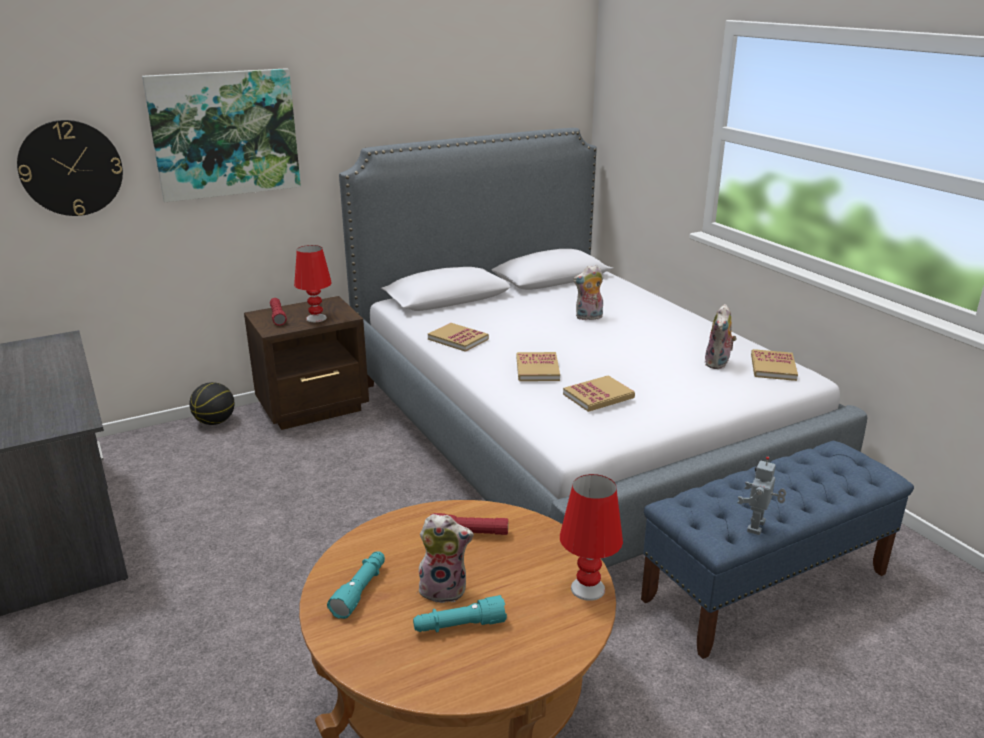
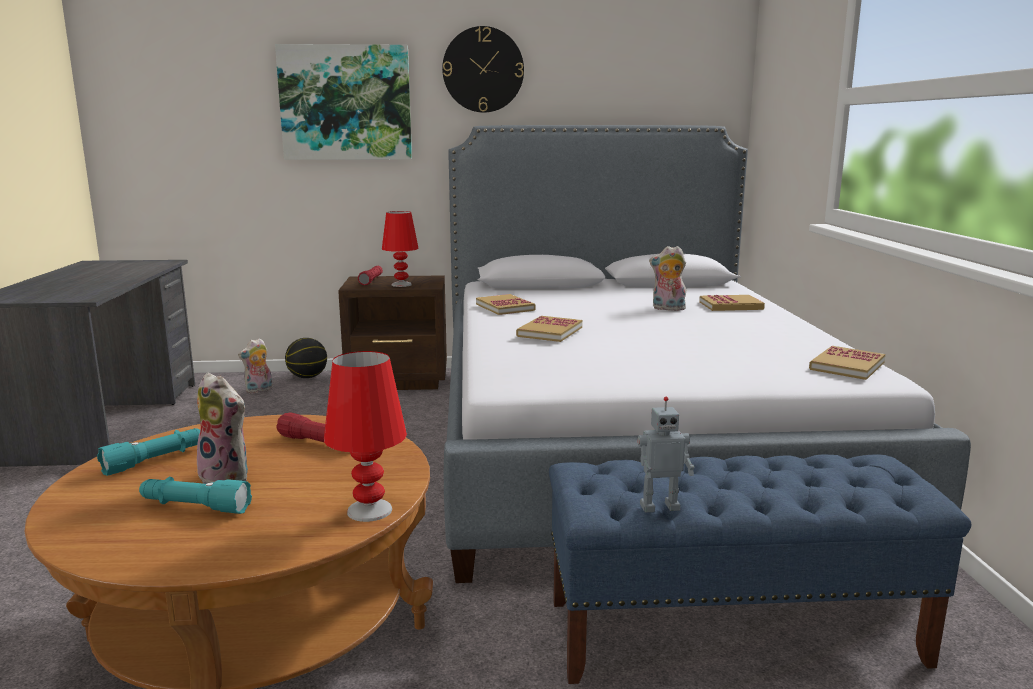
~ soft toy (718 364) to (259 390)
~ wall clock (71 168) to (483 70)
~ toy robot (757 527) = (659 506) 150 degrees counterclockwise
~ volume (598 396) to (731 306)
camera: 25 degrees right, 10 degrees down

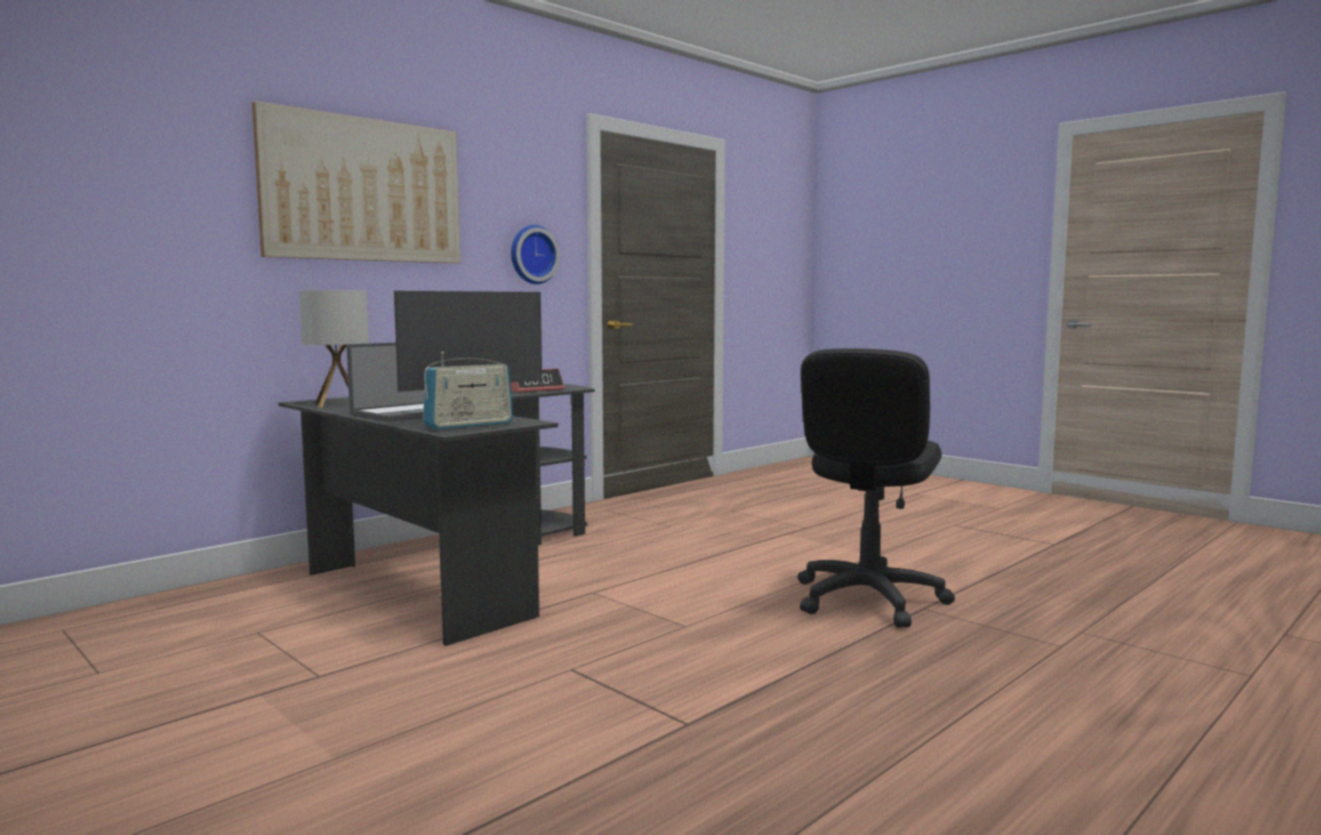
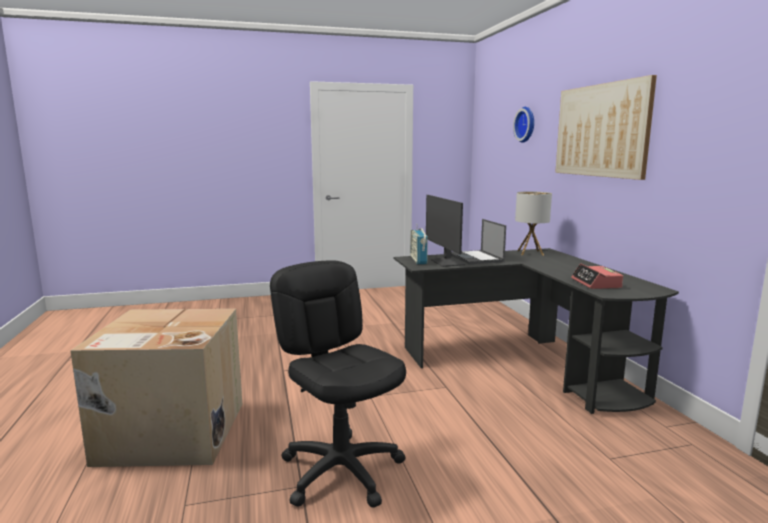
+ carton (170 433)
~ wall clock (532 254) to (526 124)
camera: 120 degrees right, 5 degrees up

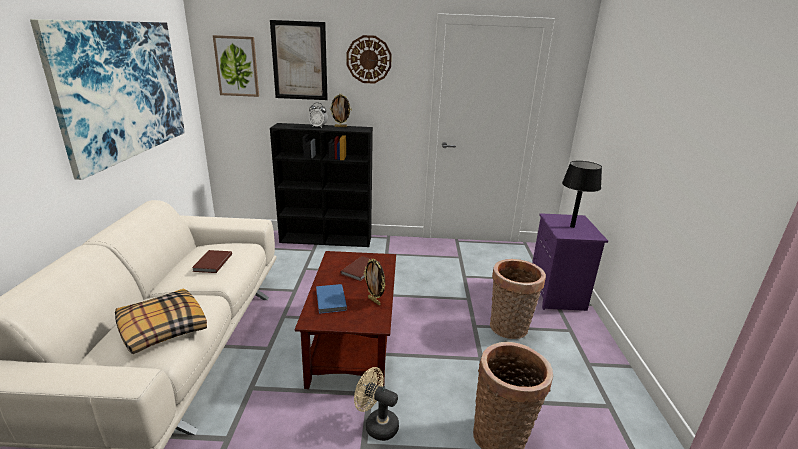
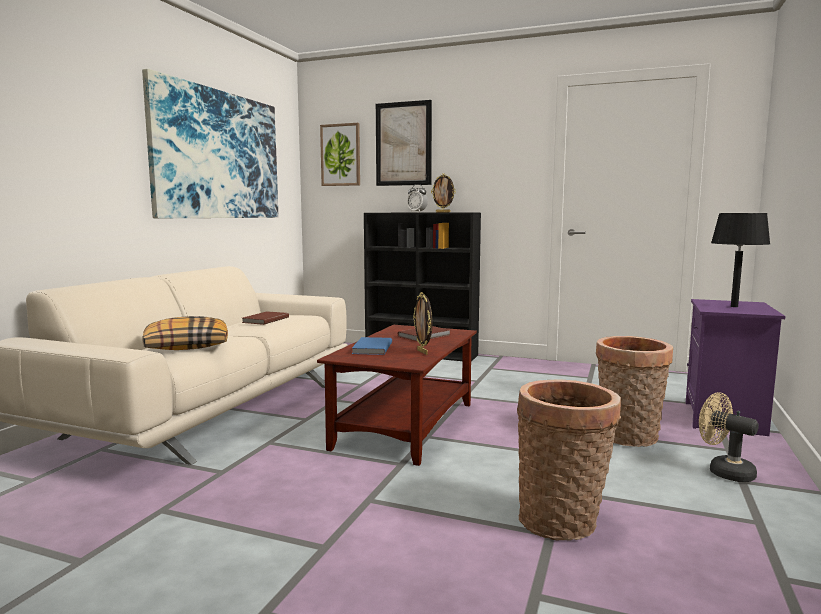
~ electric fan in beige-coloured (376 424) to (724 471)
- wall clock (369 59)
camera: 20 degrees right, 15 degrees down

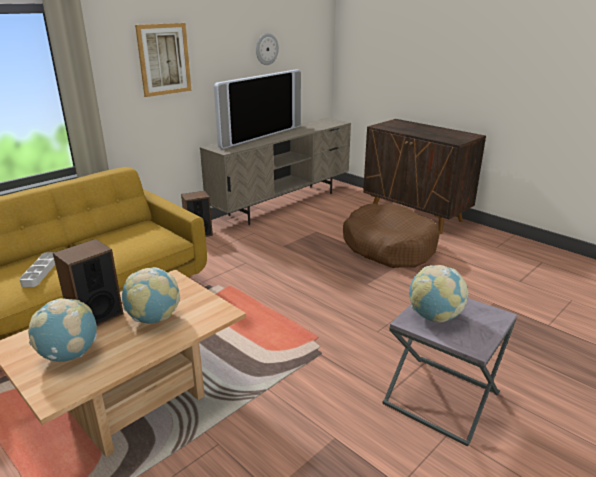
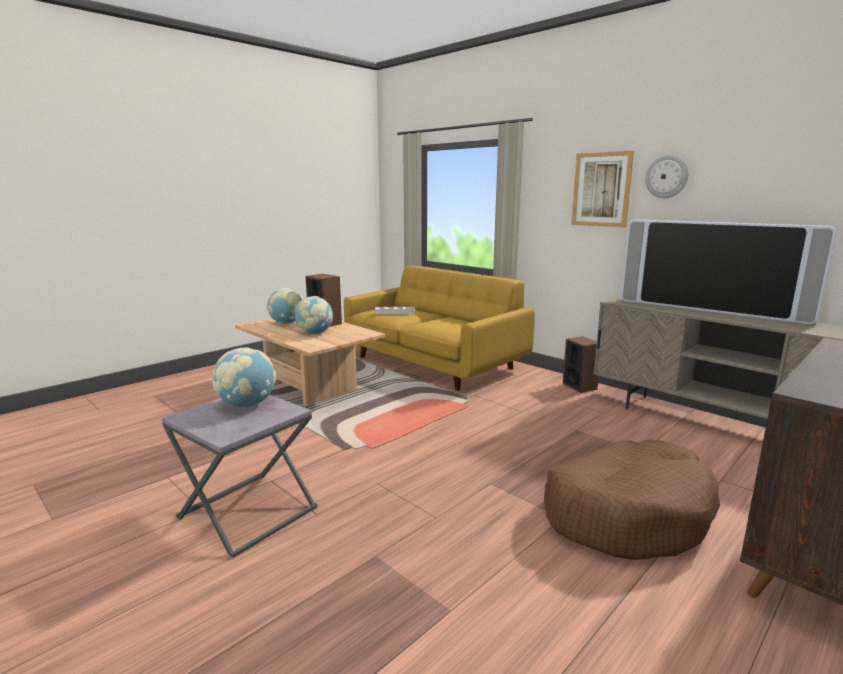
~ wall clock (266 49) to (666 176)
camera: 90 degrees right, 10 degrees down

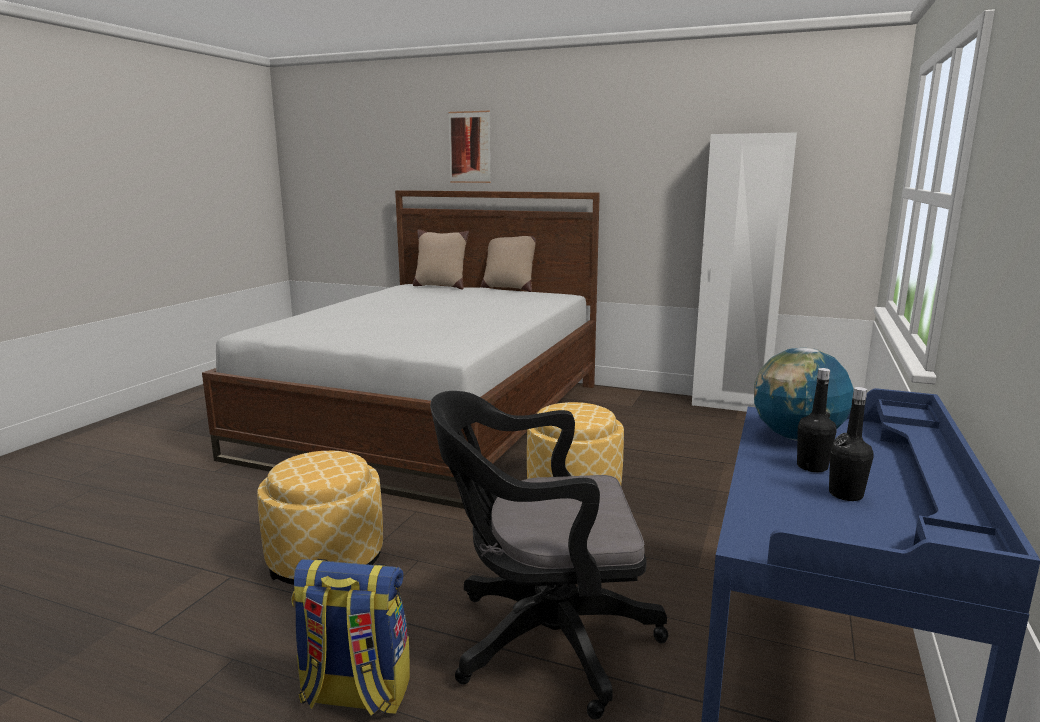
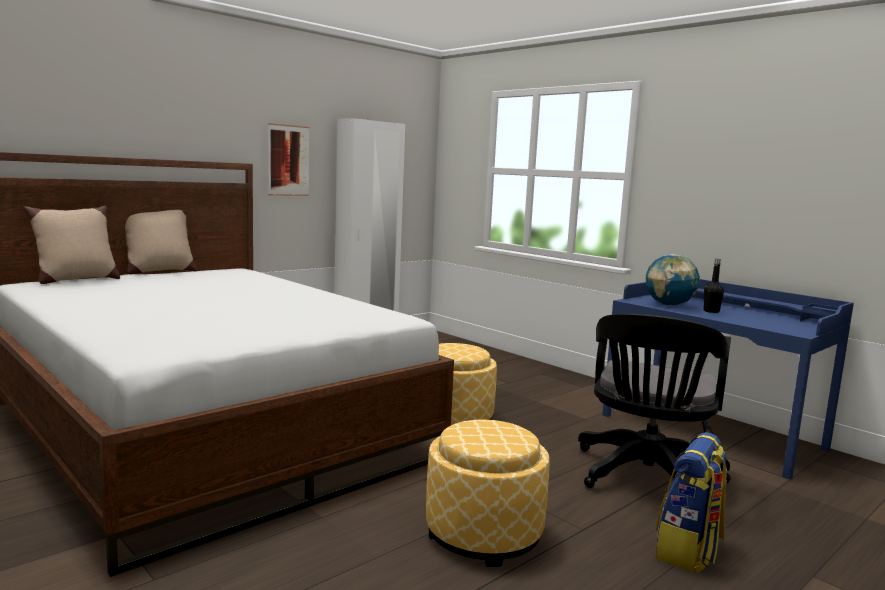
~ wall art (469 147) to (288 160)
- drink bottle in black (845 494)
camera: 65 degrees left, 5 degrees down

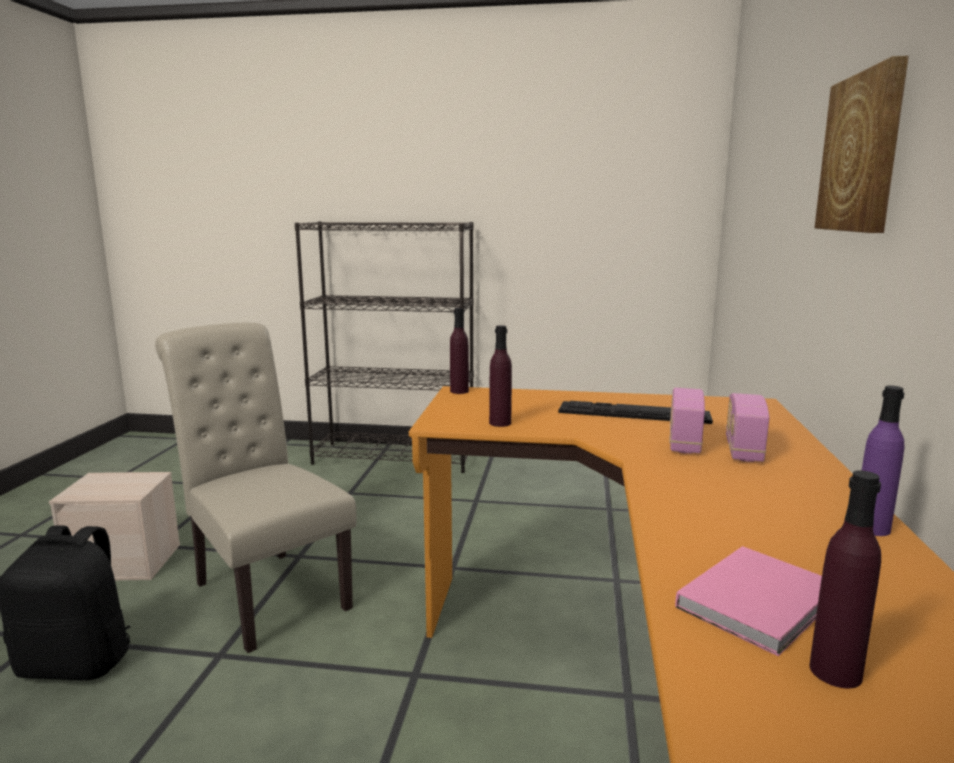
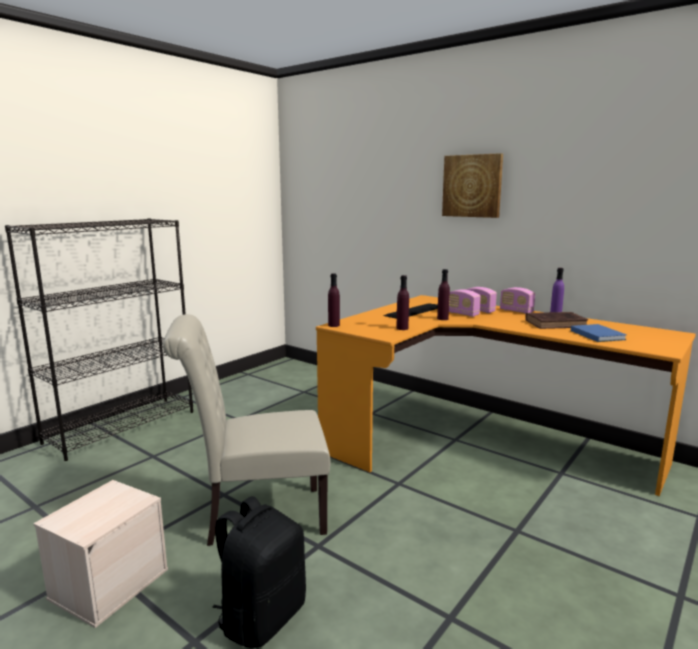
~ drink bottle in purplish (835 672) to (442 319)
+ radio receiver (516 311)
+ volume in brown-coloured (557 324)
~ volume in pink (761 602) to volume in bluish (597 335)
camera: 60 degrees left, 0 degrees up

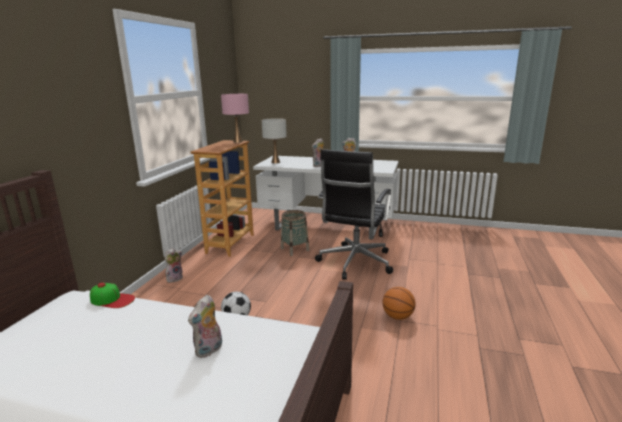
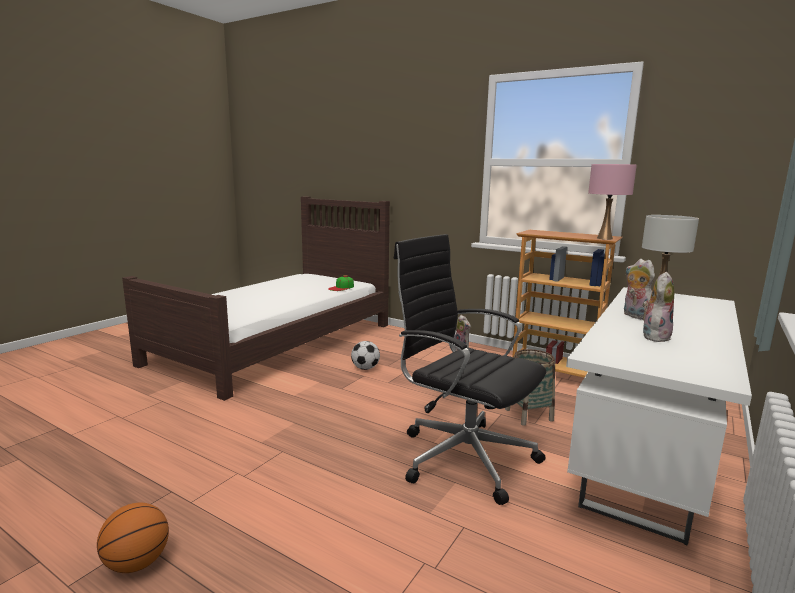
~ basketball ball (398 316) to (137 563)
- soft toy (209 350)
camera: 105 degrees right, 5 degrees down

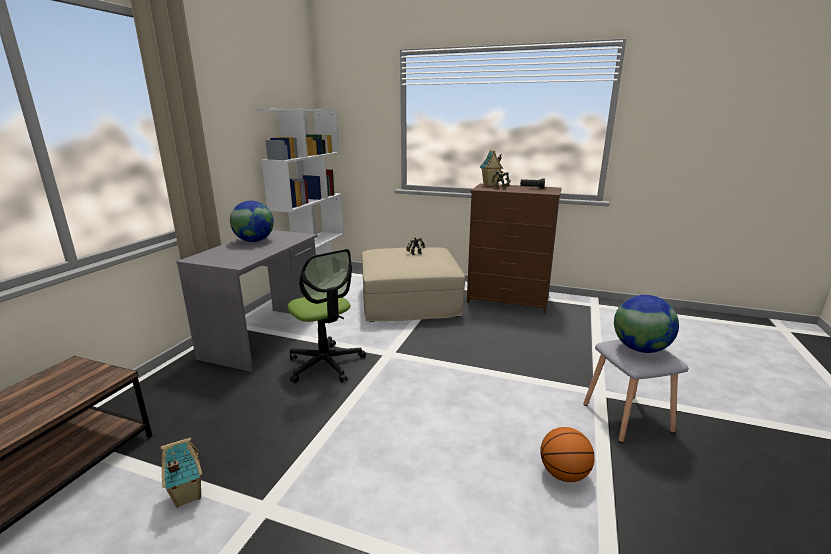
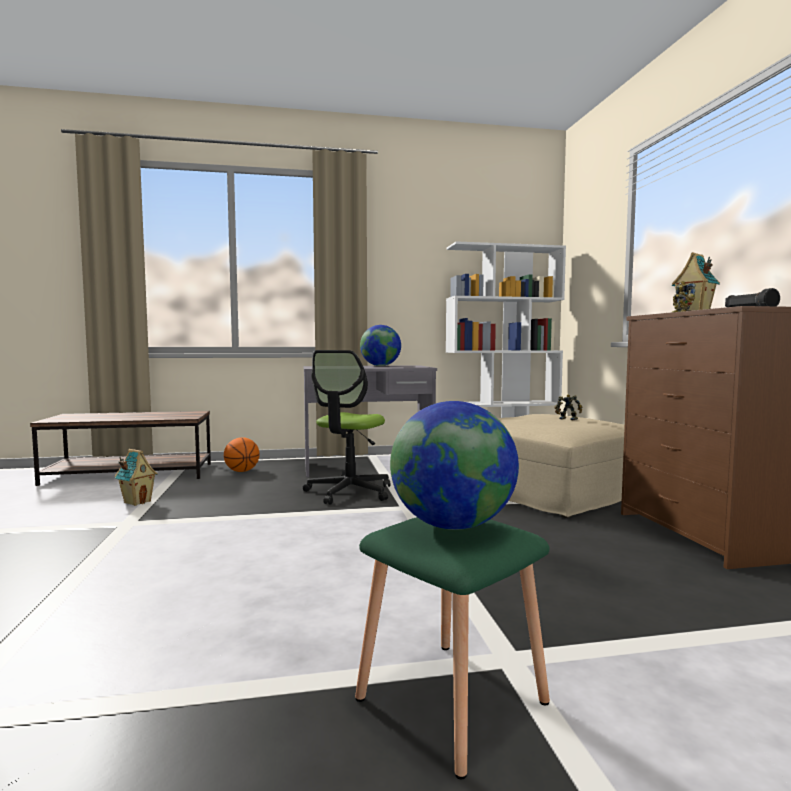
~ basketball ball (564 474) to (242 471)
~ stool seat in grey (627 417) to stool seat in green (455 701)
camera: 60 degrees right, 15 degrees down

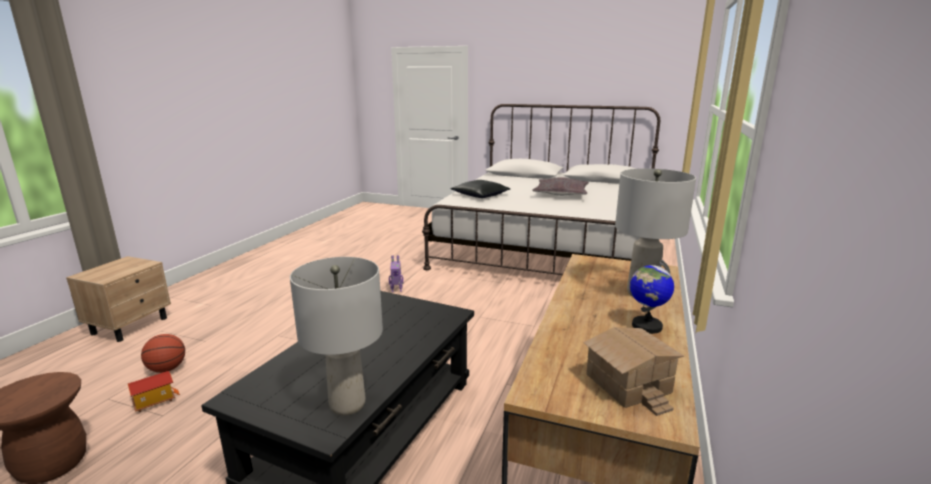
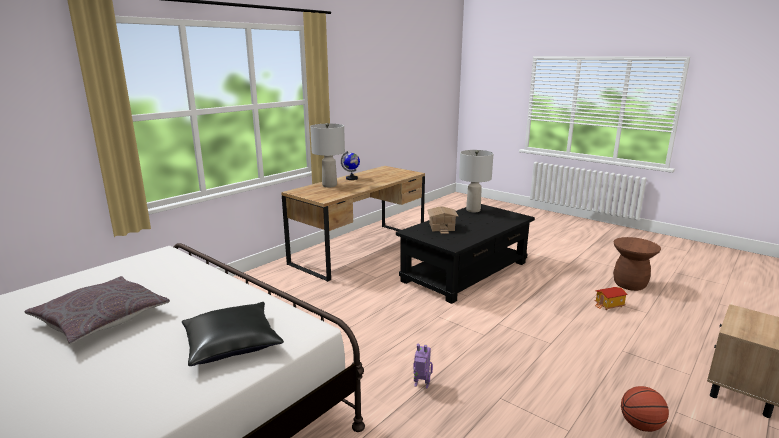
~ miniature house (629 383) to (441 227)
~ basketball ball (167 369) to (640 425)
camera: 160 degrees left, 0 degrees up

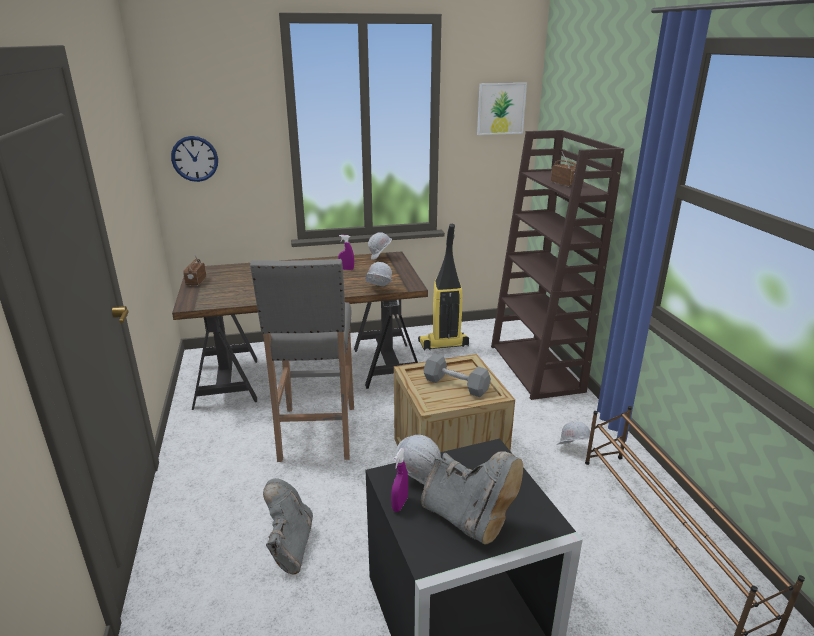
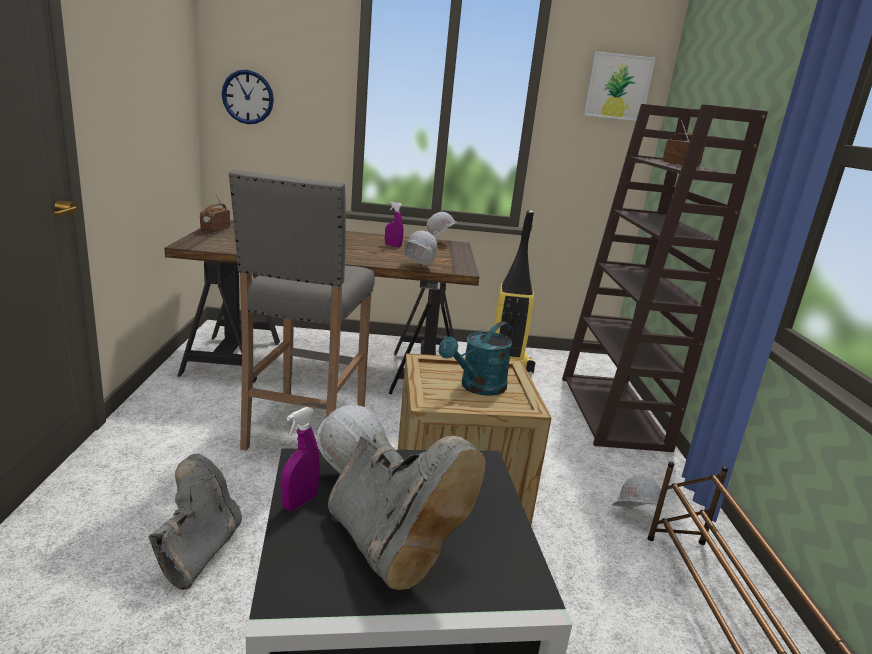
~ dumbbell in grey (456 385) to sprinkling can in turquoise (477 388)
camera: 10 degrees right, 5 degrees down

